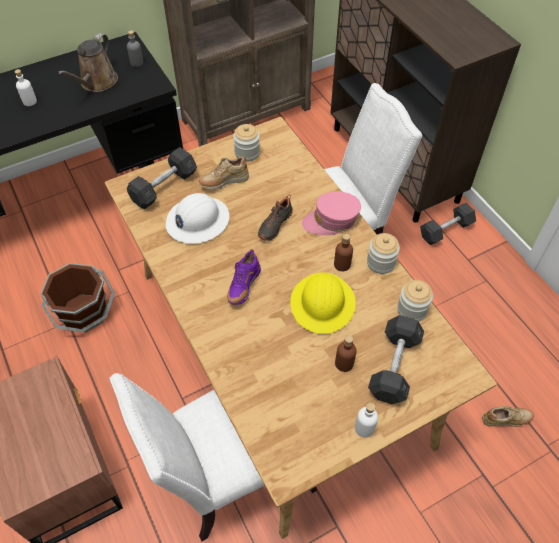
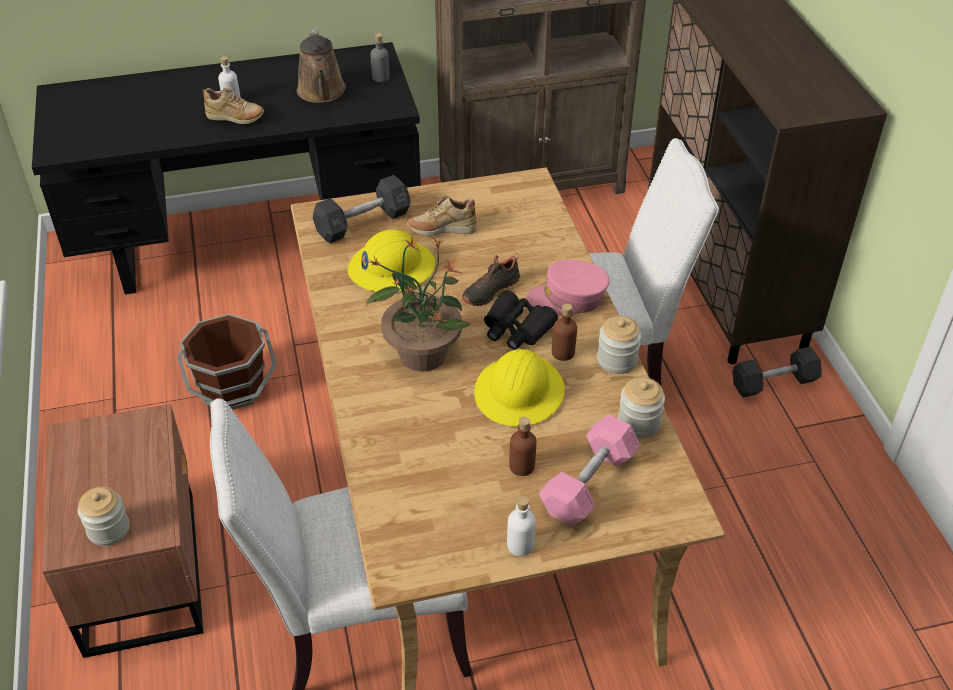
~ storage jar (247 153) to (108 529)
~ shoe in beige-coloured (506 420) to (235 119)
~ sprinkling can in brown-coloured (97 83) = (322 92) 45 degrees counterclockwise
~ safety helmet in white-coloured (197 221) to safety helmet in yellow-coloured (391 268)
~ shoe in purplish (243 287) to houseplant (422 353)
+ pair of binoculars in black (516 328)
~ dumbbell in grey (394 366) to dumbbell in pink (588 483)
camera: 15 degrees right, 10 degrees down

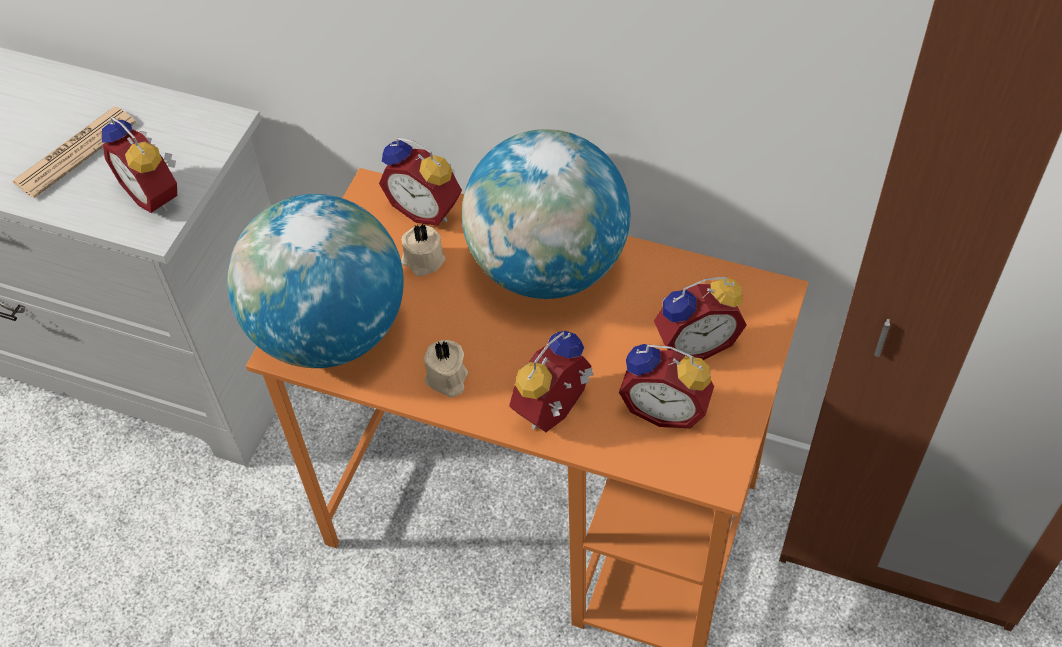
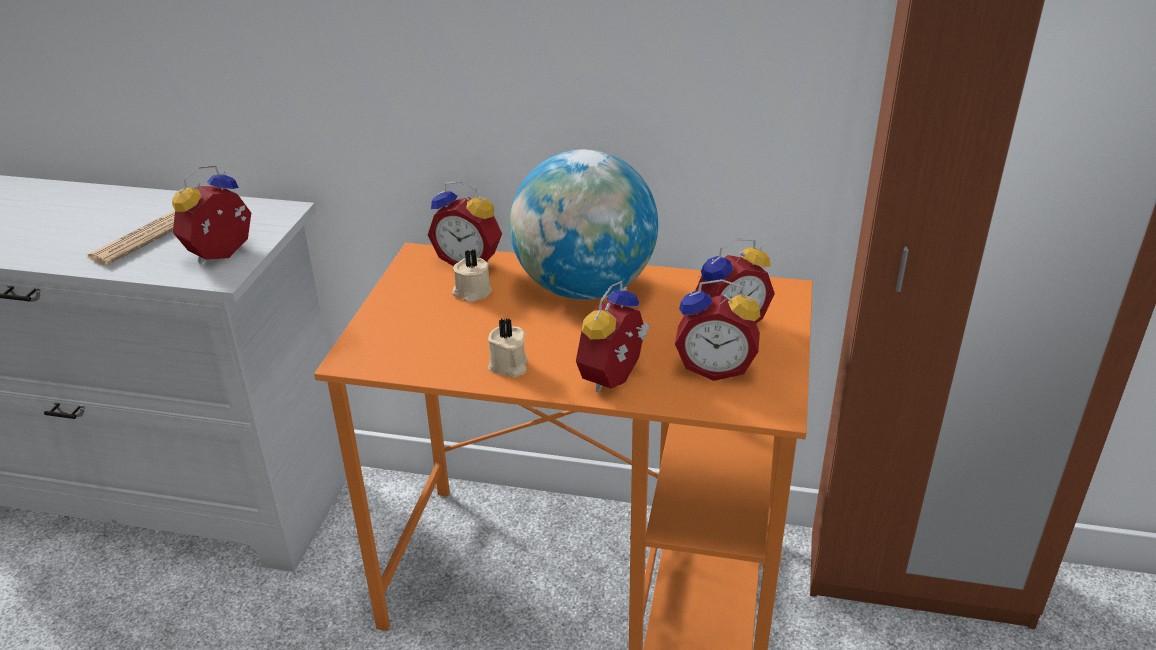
~ table clock (156 193) = (223 255) 90 degrees clockwise
- globe (330 331)
camera: 10 degrees left, 20 degrees down

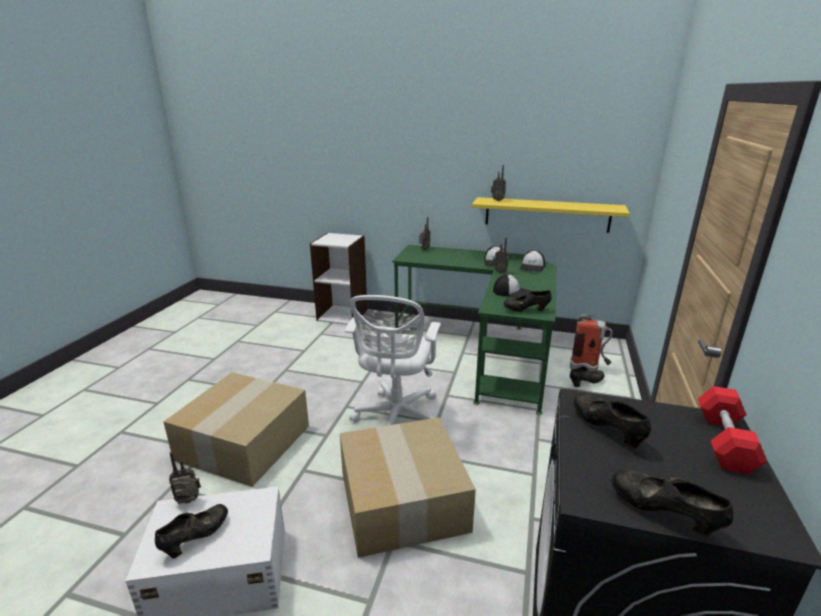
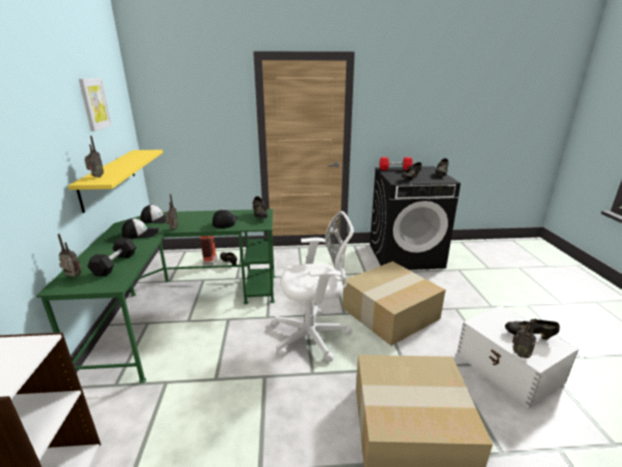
+ wall art (94 103)
+ dumbbell in black (115 264)
camera: 110 degrees left, 0 degrees up

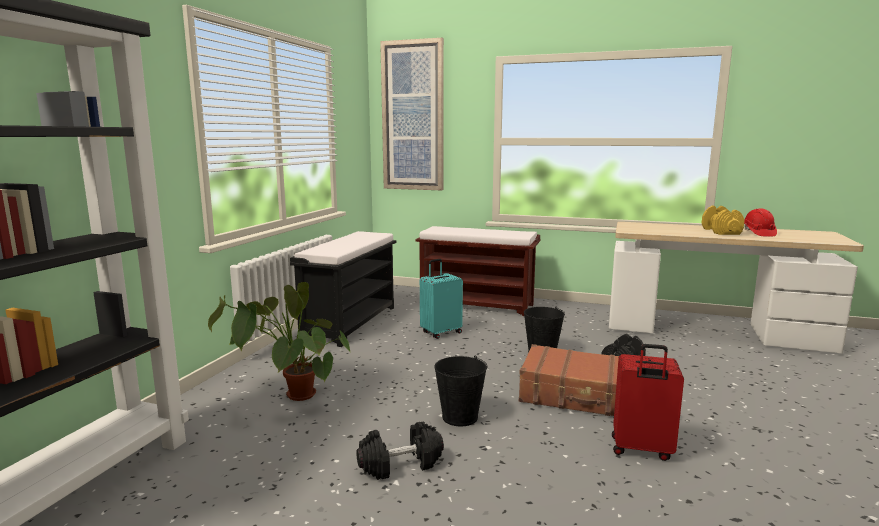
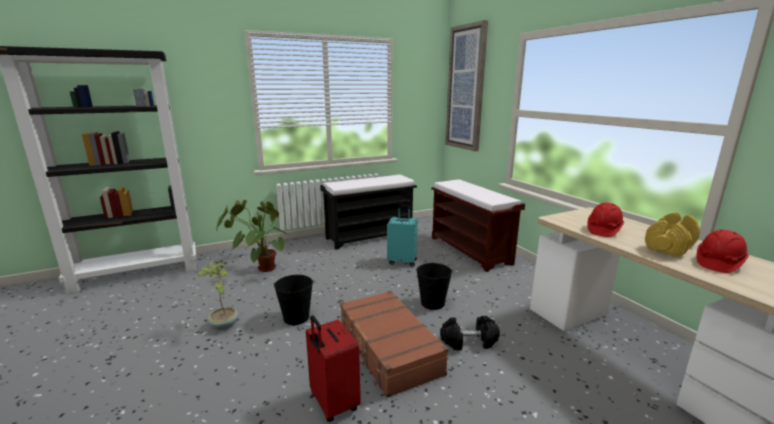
~ dumbbell in black (400 464) to houseplant (223 325)
+ safety helmet in reddish (603 230)
camera: 45 degrees right, 5 degrees up

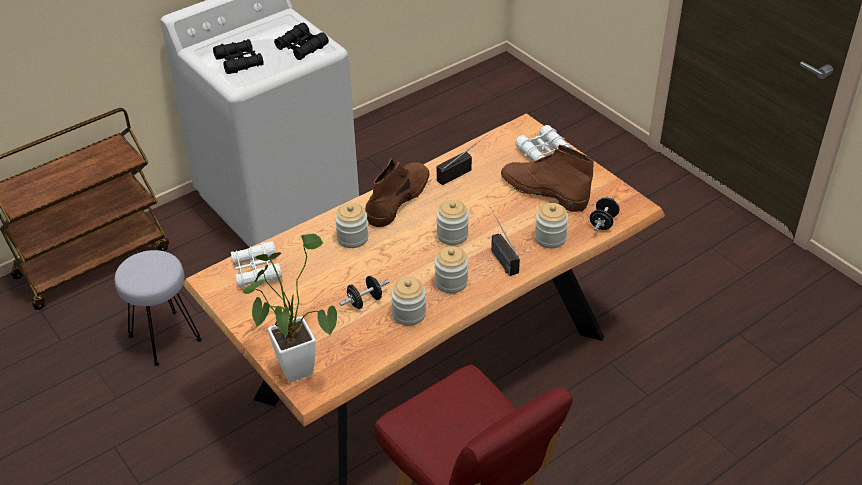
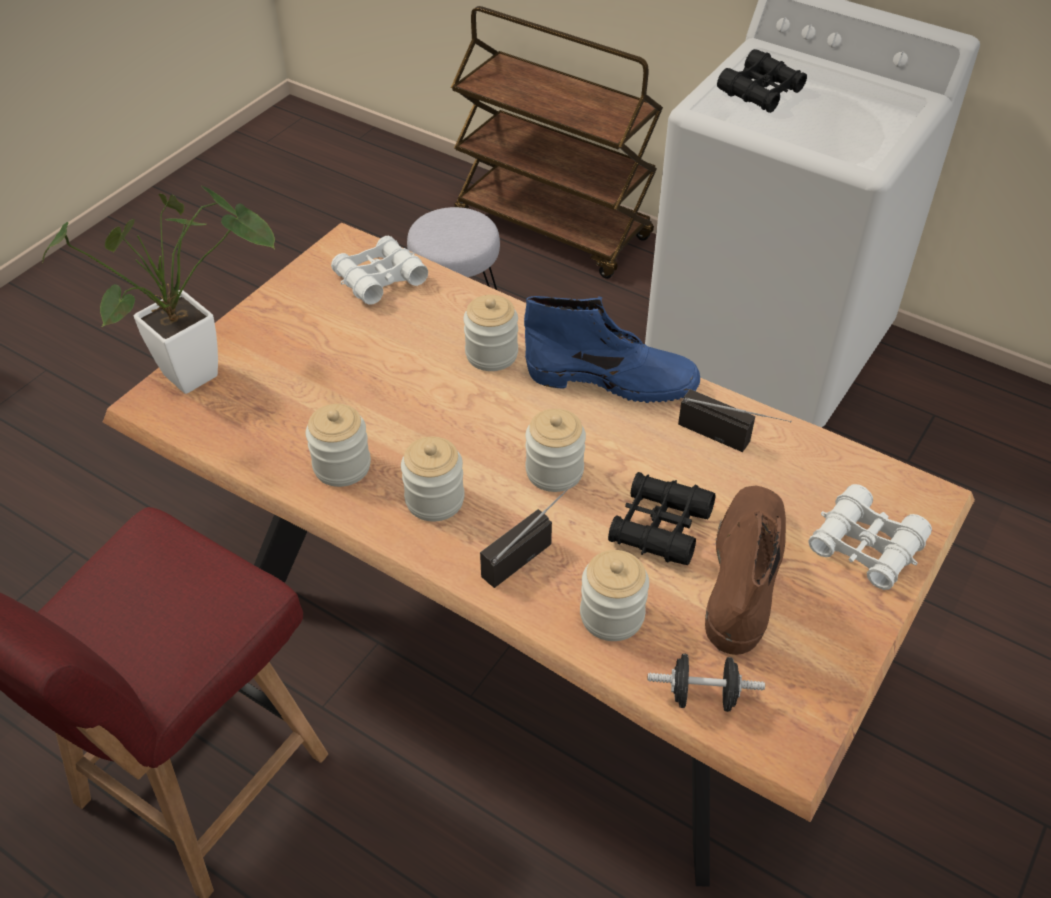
~ boot in brown-coloured (398 198) to boot in bluish (613 380)
~ pair of binoculars in black (301 47) to (660 527)
- dumbbell in black (365 301)
camera: 70 degrees right, 5 degrees up

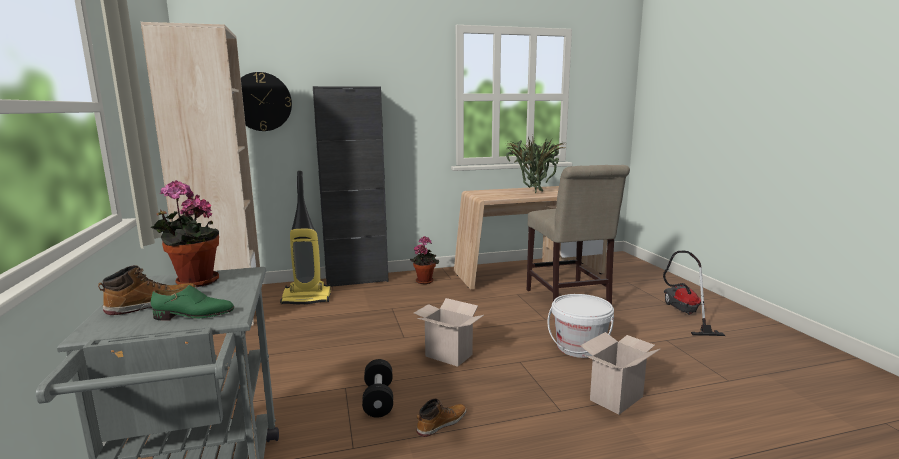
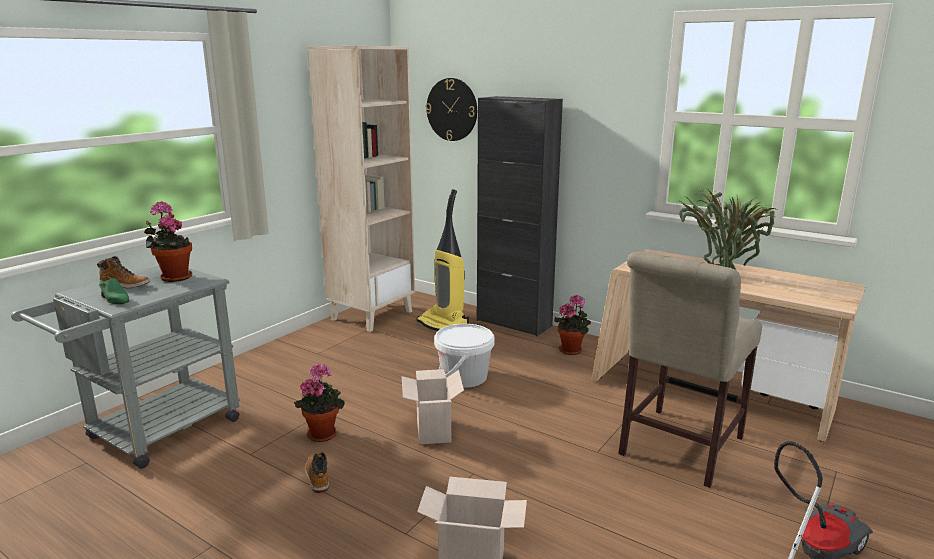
~ dumbbell in black (378 399) to houseplant (323 433)
~ boot (441 423) = (317 477) 120 degrees counterclockwise
~ bucket in white-coloured (579 347) to (464 377)
camera: 50 degrees right, 5 degrees up

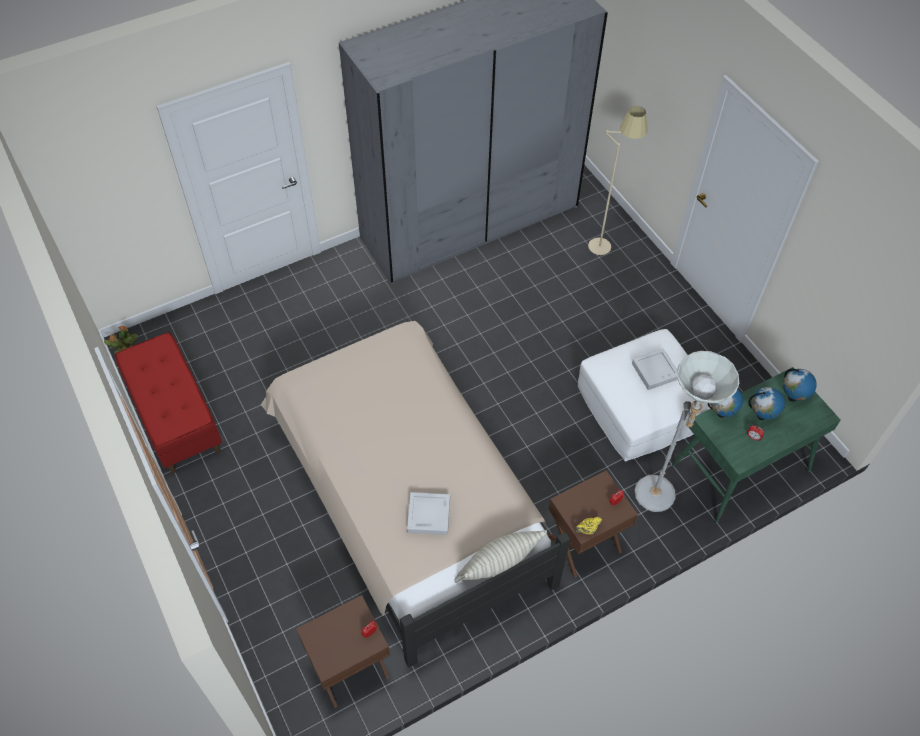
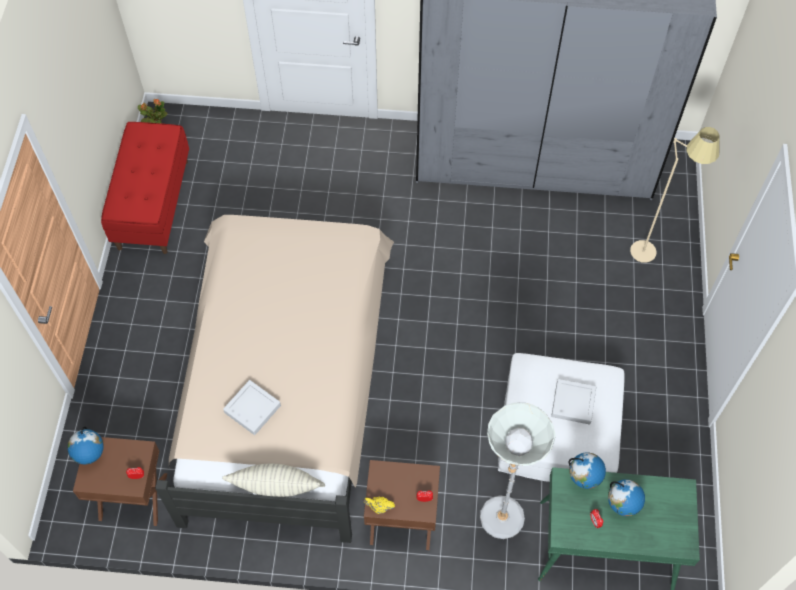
~ globe (792 397) to (91 456)
camera: 35 degrees right, 5 degrees up

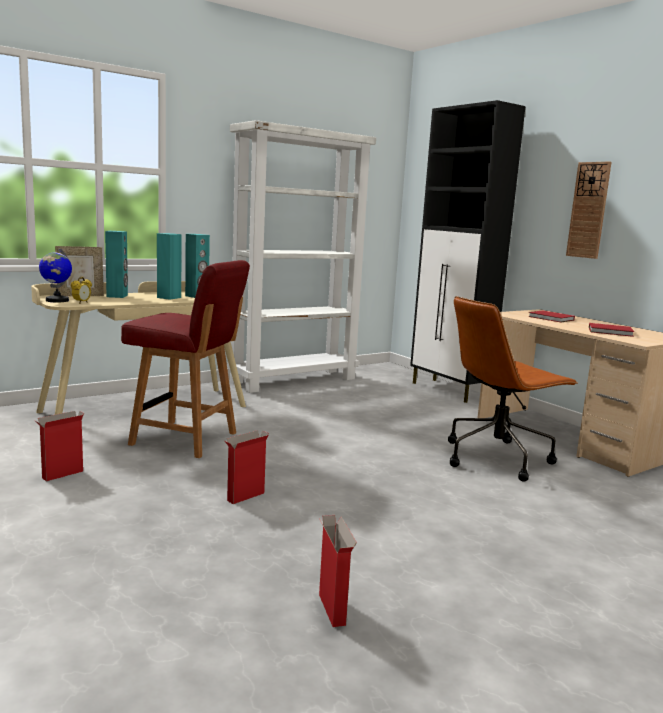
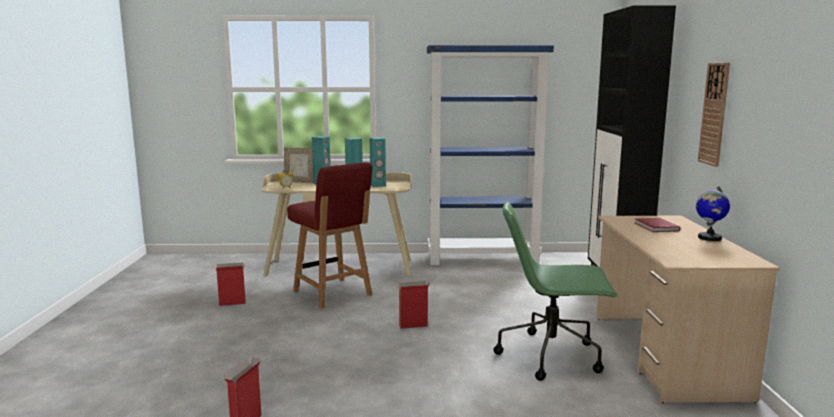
~ carton (245 497) to (412 326)
~ shelving unit in white-coloured (294 380) to shelving unit in bluish (483 259)
~ computer chair in brown-coloured (497 458) to computer chair in green (552 355)
~ globe (57 300) to (709 238)
- volume in reddish (611 332)
camera: 35 degrees right, 0 degrees up

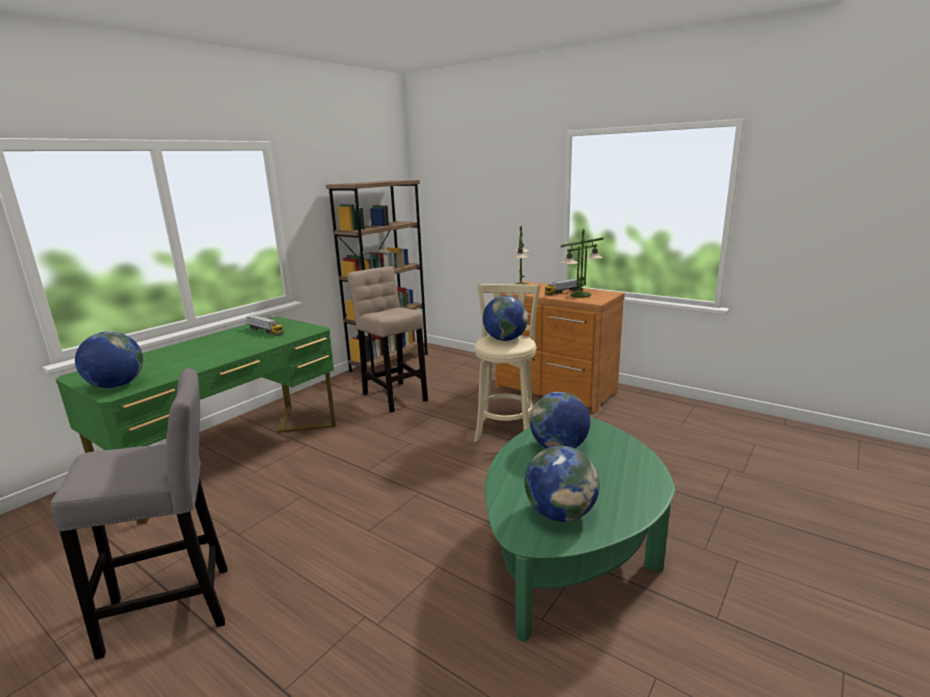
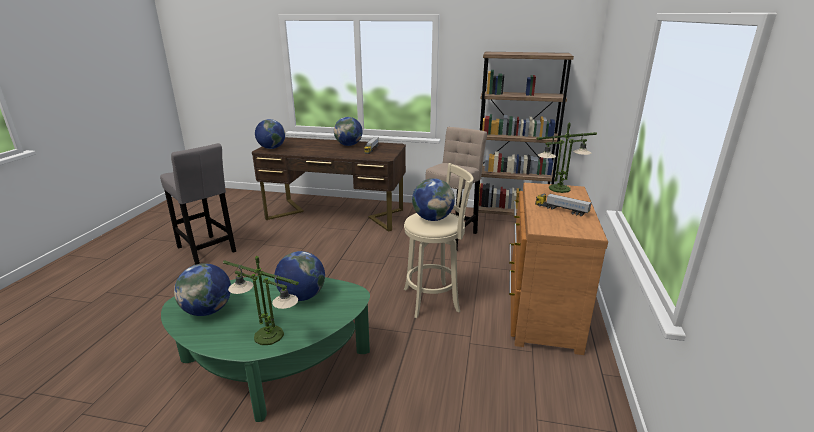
~ lamp for a table (581 295) to (269 336)
~ desk table in green (229 455) to desk table in brown-coloured (335 214)
+ globe (349 145)
camera: 65 degrees right, 5 degrees up

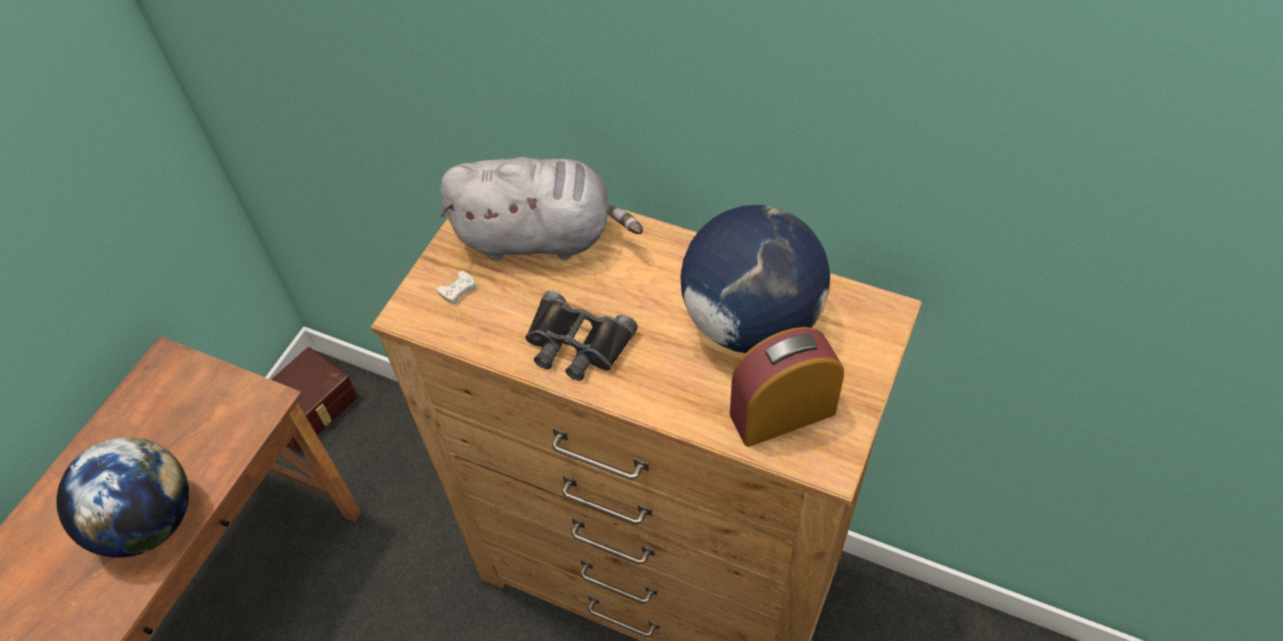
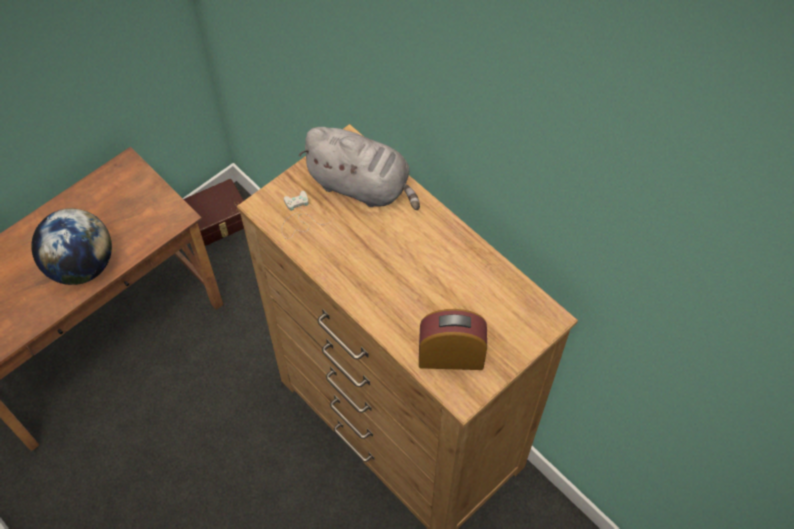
- pair of binoculars in black (576 344)
- globe (751 321)
camera: 20 degrees right, 5 degrees up

